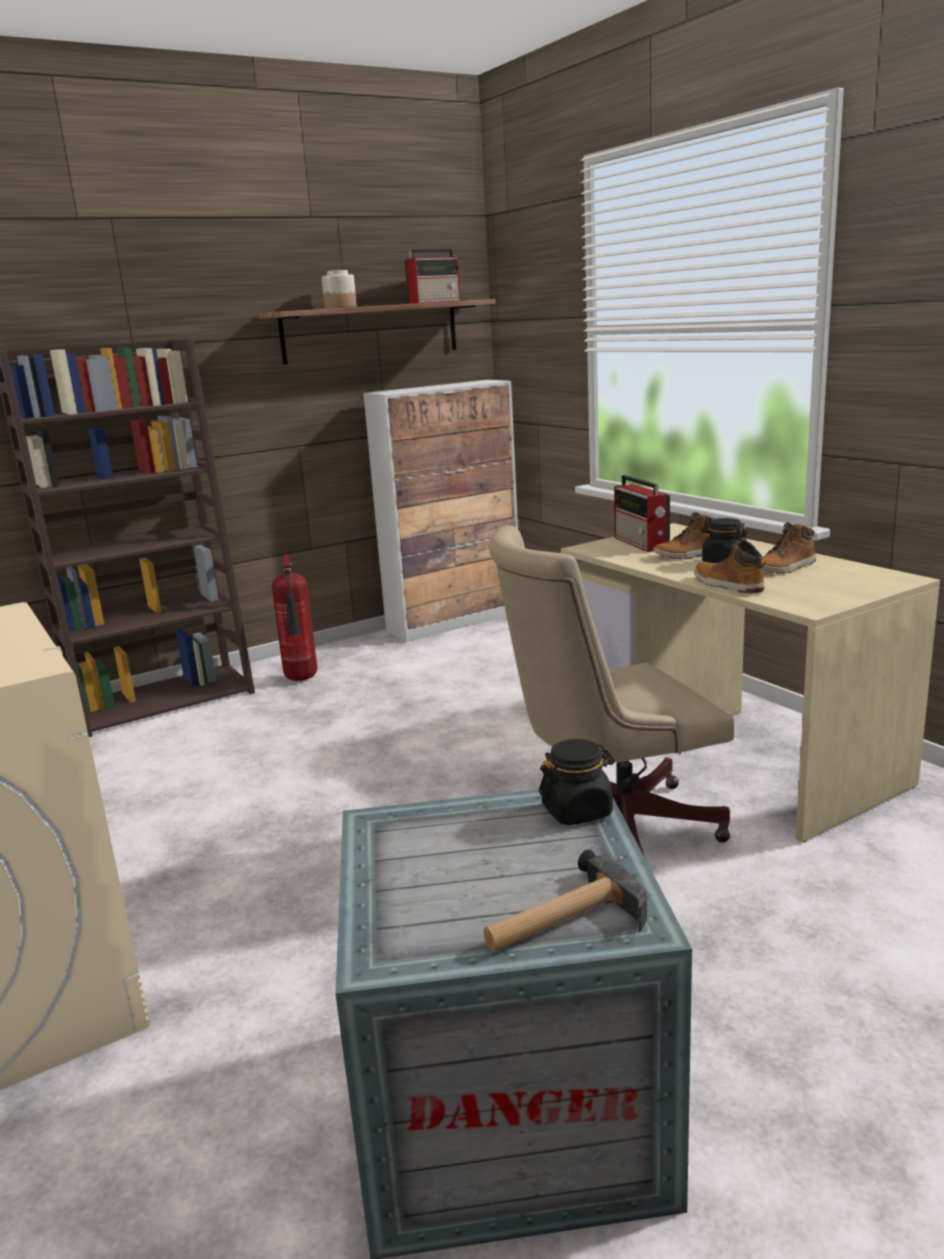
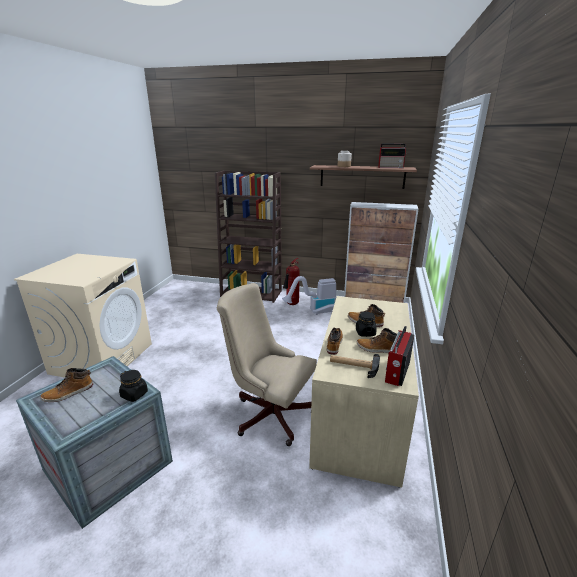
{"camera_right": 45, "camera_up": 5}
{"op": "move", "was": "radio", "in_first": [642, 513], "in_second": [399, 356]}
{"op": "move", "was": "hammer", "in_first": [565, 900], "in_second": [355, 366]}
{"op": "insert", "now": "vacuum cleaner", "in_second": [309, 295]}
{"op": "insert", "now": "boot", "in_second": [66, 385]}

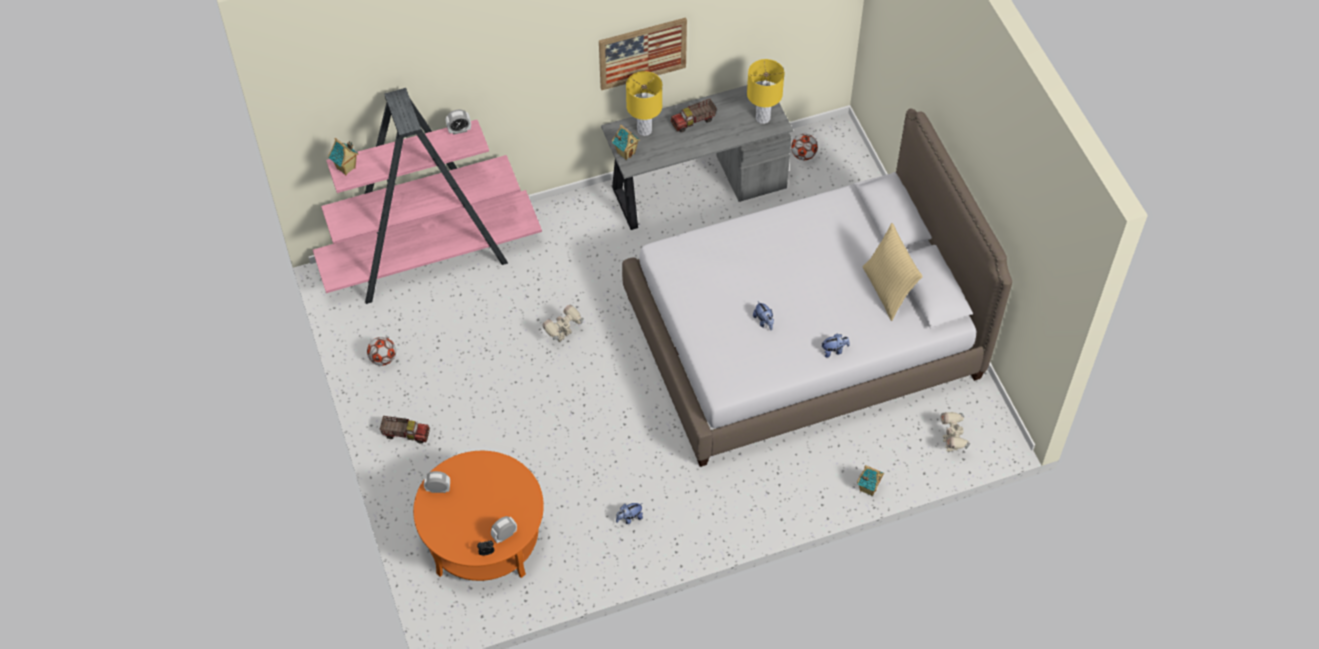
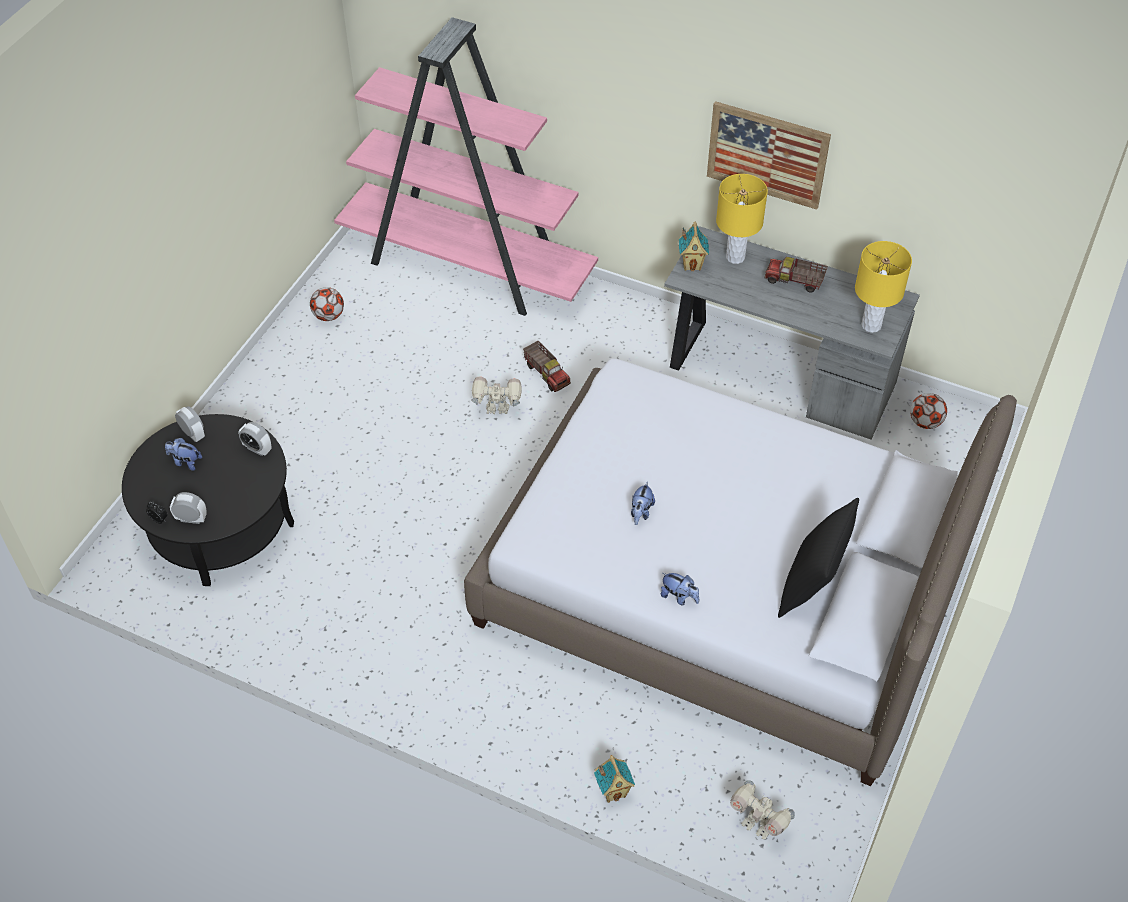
{"camera_right": 45, "camera_up": -5}
{"op": "move", "was": "alarm clock", "in_first": [458, 122], "in_second": [254, 439]}
{"op": "delete", "was": "toy house", "in_first": [343, 157]}
{"op": "recolor", "was": "beige pillow", "now": "black pillow", "in_first": [893, 272], "in_second": [818, 558]}
{"op": "rotate", "was": "toy robot", "in_first": [955, 432], "in_second": [762, 810], "clockwise": -90}
{"op": "move", "was": "toy truck", "in_first": [405, 430], "in_second": [547, 366]}
{"op": "recolor", "was": "orange coffee table", "now": "black coffee table", "in_first": [478, 516], "in_second": [208, 500]}
{"op": "move", "was": "plush toy", "in_first": [629, 513], "in_second": [183, 454]}

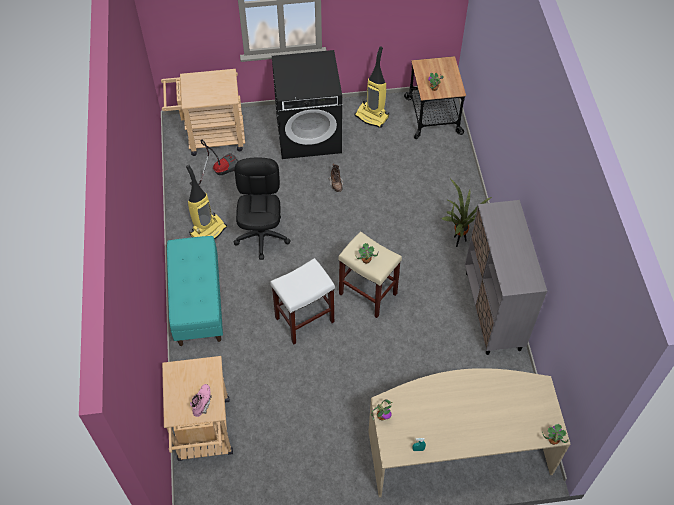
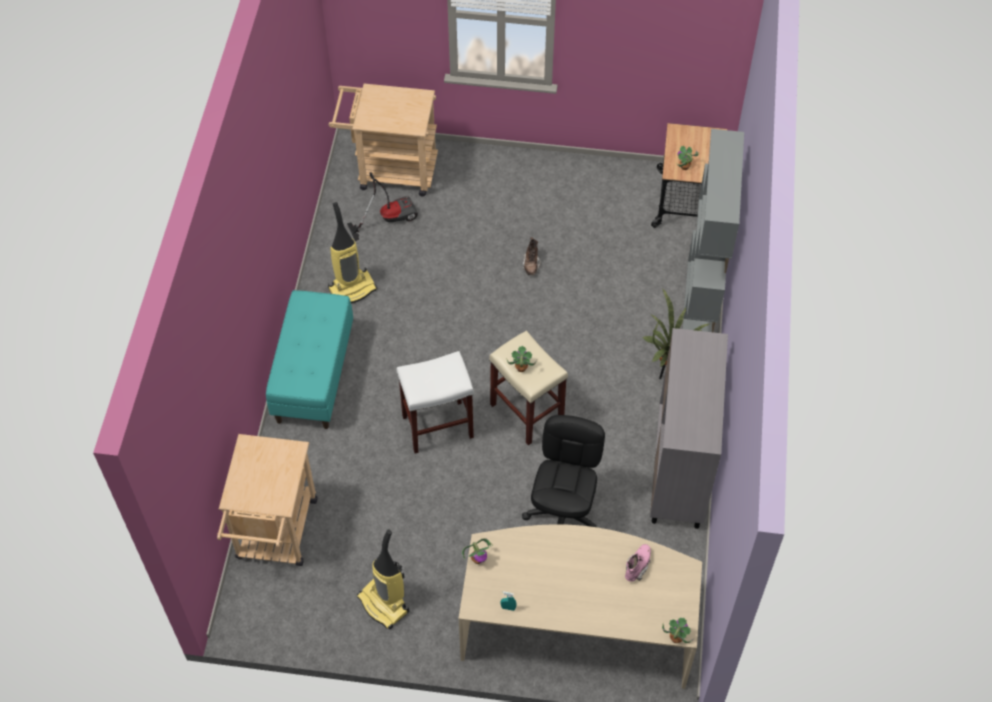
{"camera_right": 15, "camera_up": 0}
{"op": "move", "was": "vacuum cleaner", "in_first": [371, 87], "in_second": [383, 579]}
{"op": "delete", "was": "black washing machine", "in_first": [307, 104]}
{"op": "move", "was": "black office chair", "in_first": [262, 209], "in_second": [563, 471]}
{"op": "move", "was": "pink boot", "in_first": [201, 400], "in_second": [638, 563]}
{"op": "insert", "now": "grey bookcase", "in_second": [713, 230]}

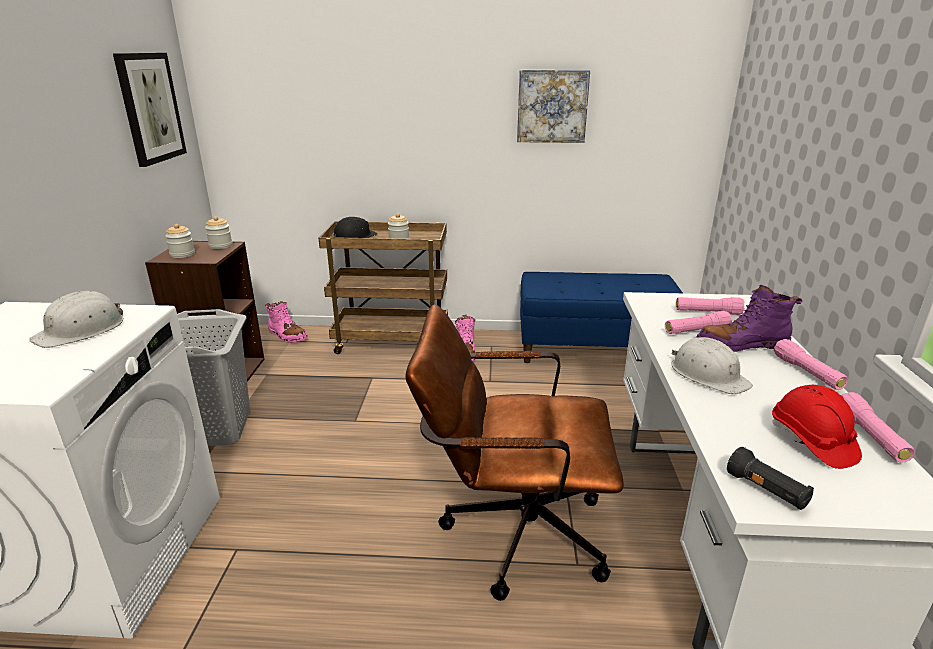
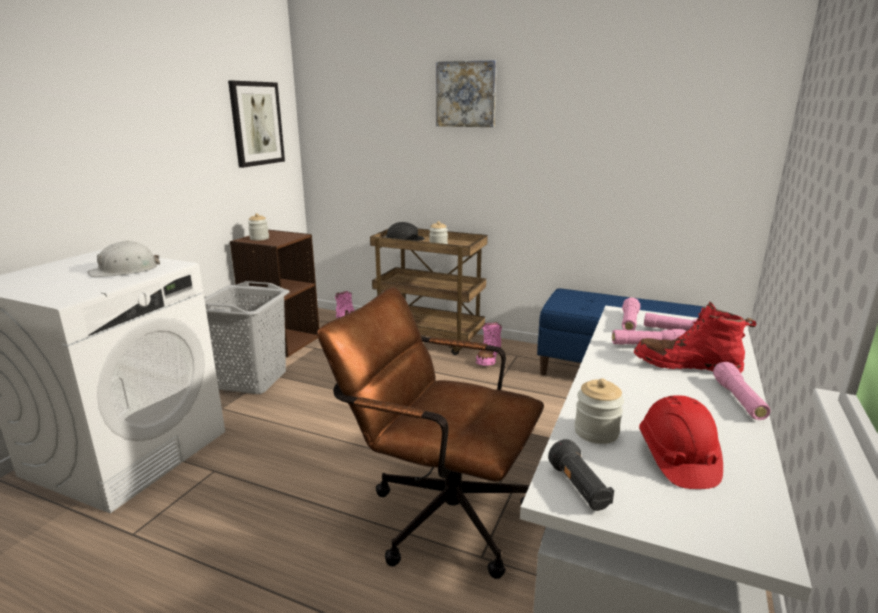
{"camera_right": 20, "camera_up": -5}
{"op": "move", "was": "picture", "in_first": [553, 106], "in_second": [466, 93]}
{"op": "move", "was": "jar", "in_first": [218, 232], "in_second": [599, 411]}
{"op": "recolor", "was": "purple boot", "now": "red boot", "in_first": [749, 318], "in_second": [695, 337]}
{"op": "delete", "was": "white hard hat", "in_first": [712, 365]}
{"op": "move", "was": "pink flashlight", "in_first": [878, 427], "in_second": [631, 314]}

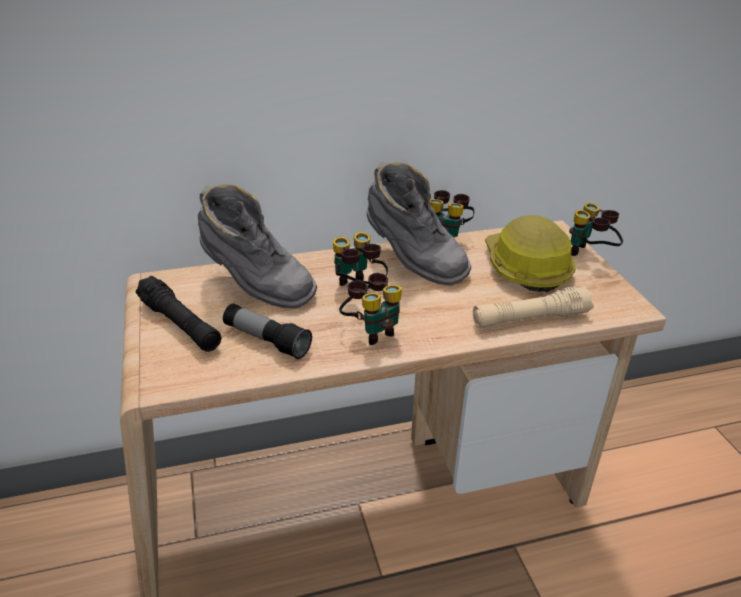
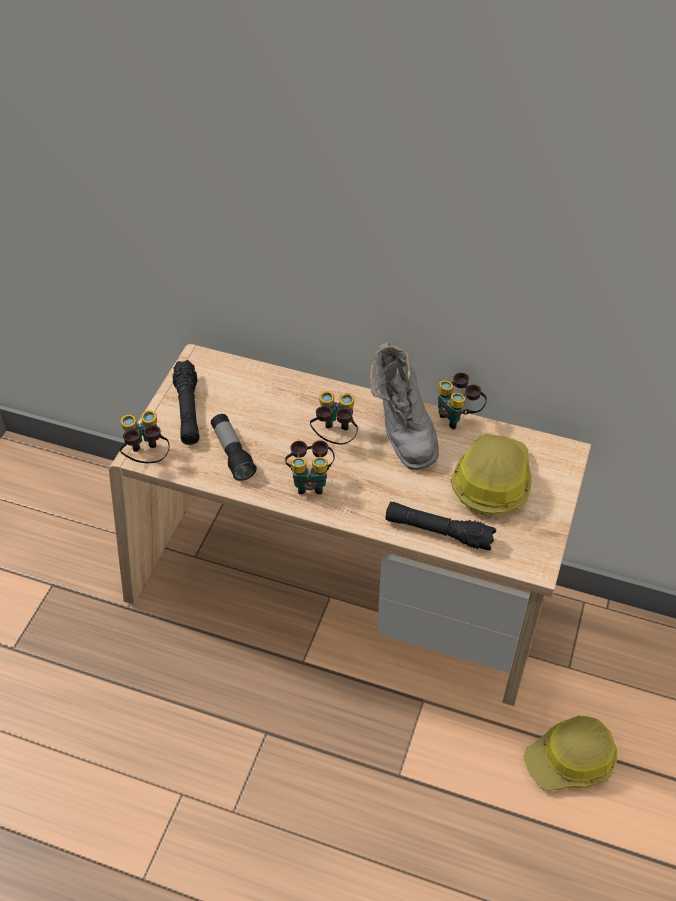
{"camera_right": 35, "camera_up": 15}
{"op": "delete", "was": "grey boot", "in_first": [257, 246]}
{"op": "move", "was": "binoculars", "in_first": [596, 229], "in_second": [144, 436]}
{"op": "recolor", "was": "beige flashlight", "now": "black flashlight", "in_first": [533, 307], "in_second": [440, 526]}
{"op": "insert", "now": "hard hat", "in_second": [570, 753]}

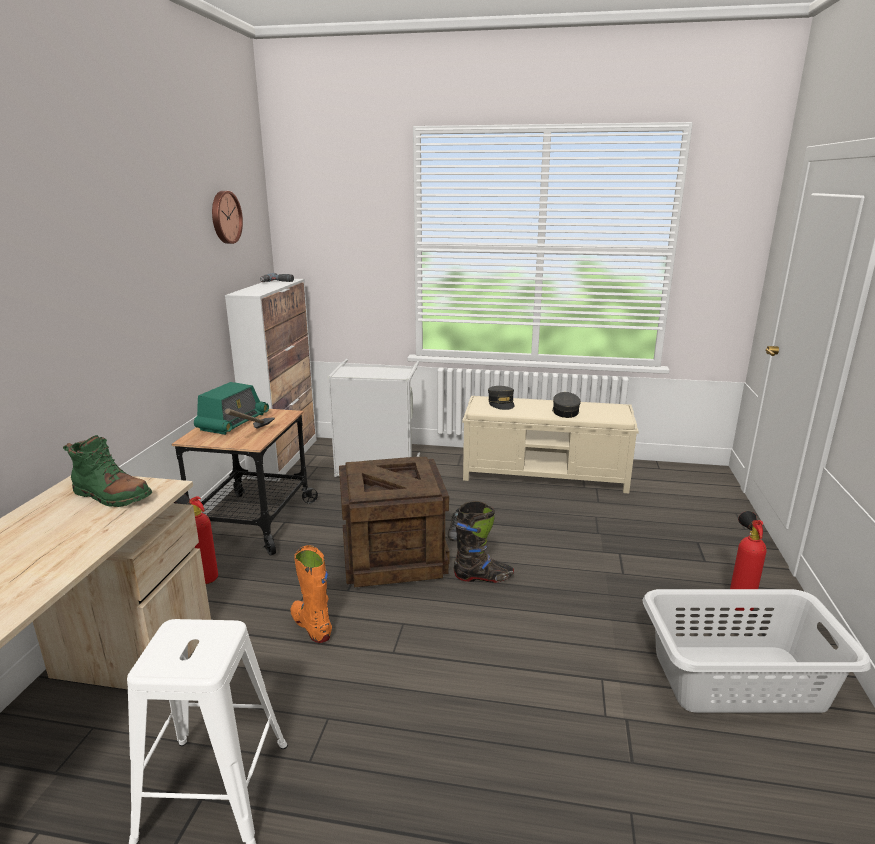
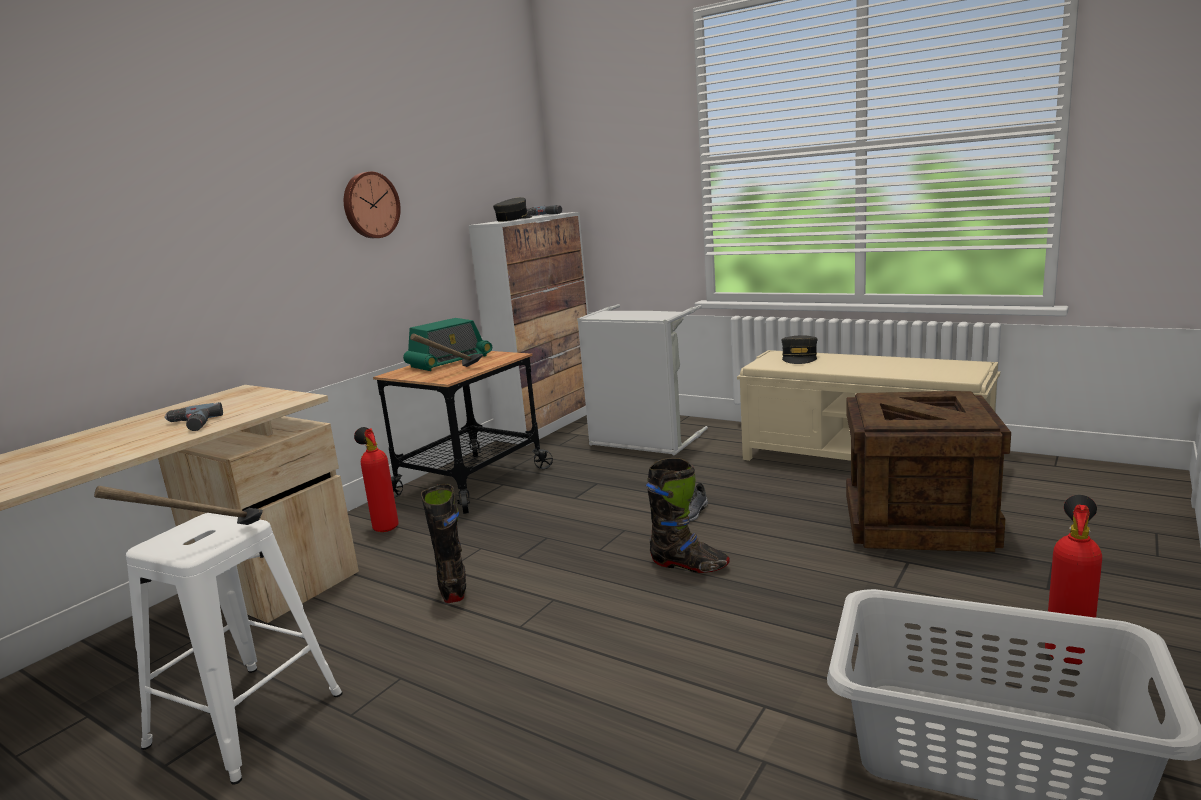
{"camera_right": 25, "camera_up": -5}
{"op": "move", "was": "wall clock", "in_first": [227, 217], "in_second": [372, 204]}
{"op": "move", "was": "grey cap", "in_first": [566, 405], "in_second": [512, 209]}
{"op": "delete", "was": "green boot", "in_first": [107, 471]}
{"op": "move", "was": "crate", "in_first": [394, 522], "in_second": [928, 471]}
{"op": "recolor", "was": "orange boot", "now": "black boot", "in_first": [311, 594], "in_second": [443, 543]}
{"op": "insert", "now": "power drill", "in_second": [193, 416]}
{"op": "insert", "now": "hammer", "in_second": [178, 505]}

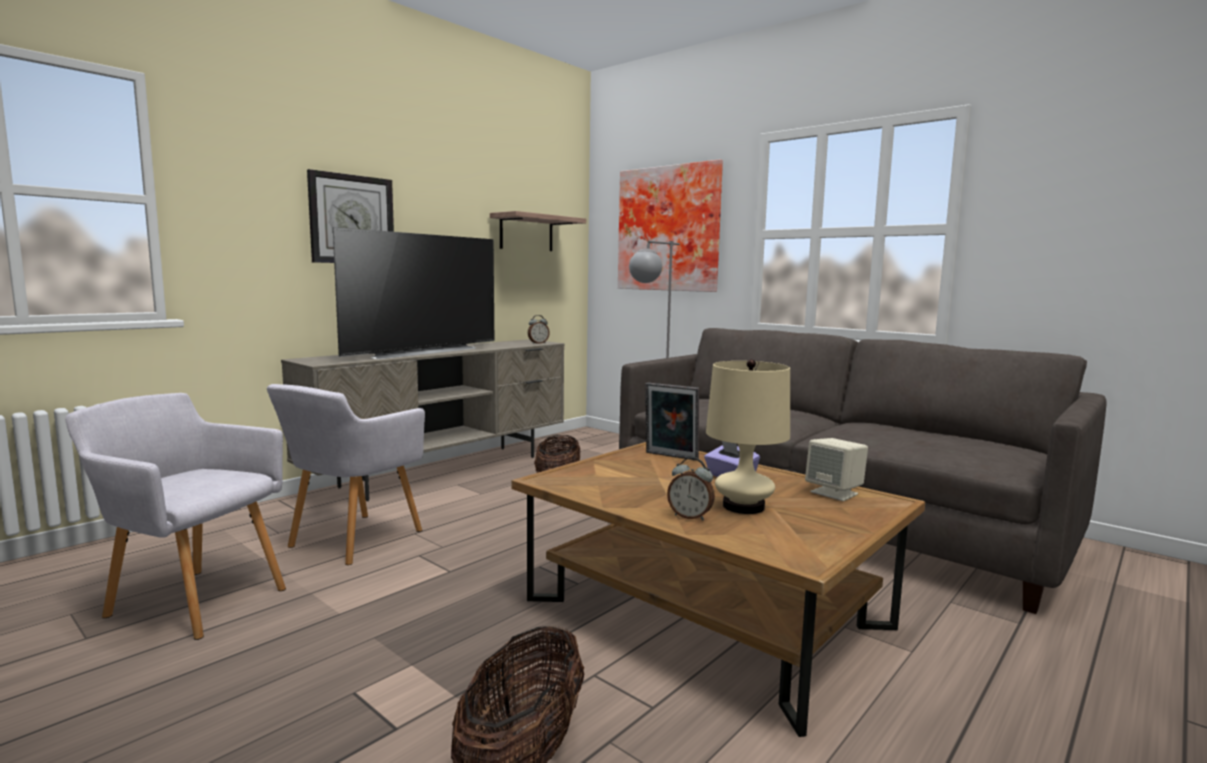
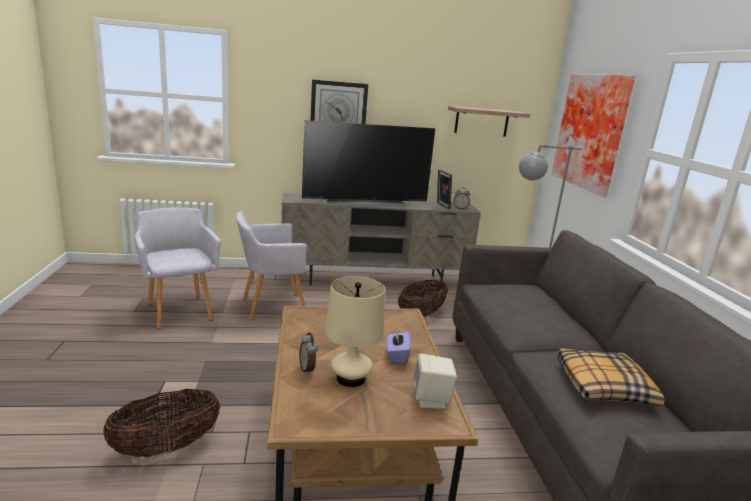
{"camera_right": 40, "camera_up": 10}
{"op": "move", "was": "picture frame", "in_first": [672, 422], "in_second": [444, 189]}
{"op": "insert", "now": "pillow", "in_second": [611, 377]}

